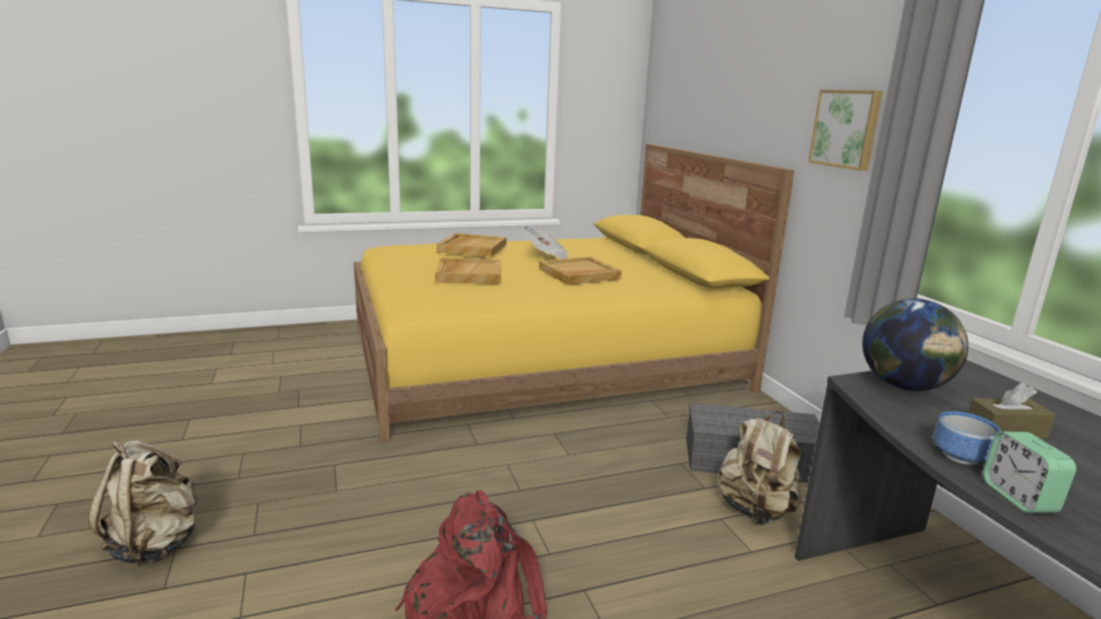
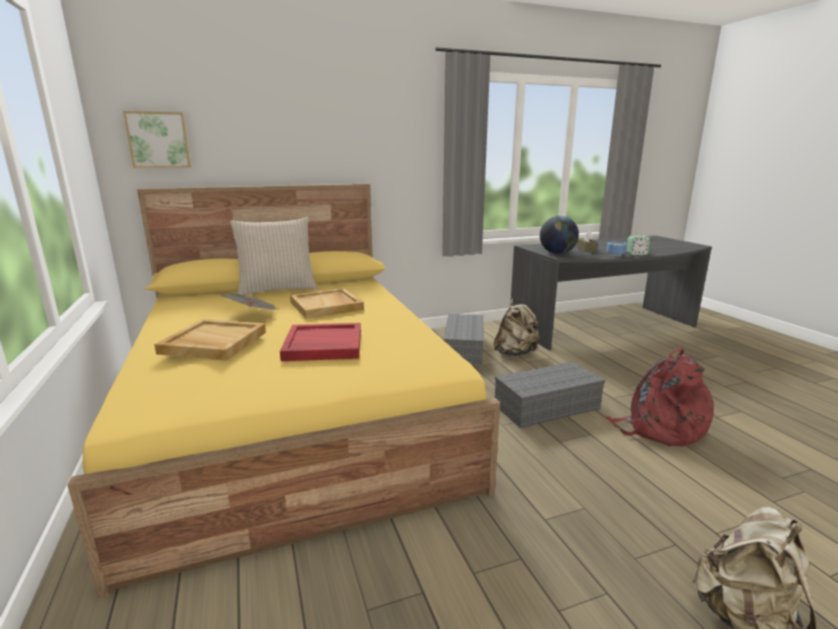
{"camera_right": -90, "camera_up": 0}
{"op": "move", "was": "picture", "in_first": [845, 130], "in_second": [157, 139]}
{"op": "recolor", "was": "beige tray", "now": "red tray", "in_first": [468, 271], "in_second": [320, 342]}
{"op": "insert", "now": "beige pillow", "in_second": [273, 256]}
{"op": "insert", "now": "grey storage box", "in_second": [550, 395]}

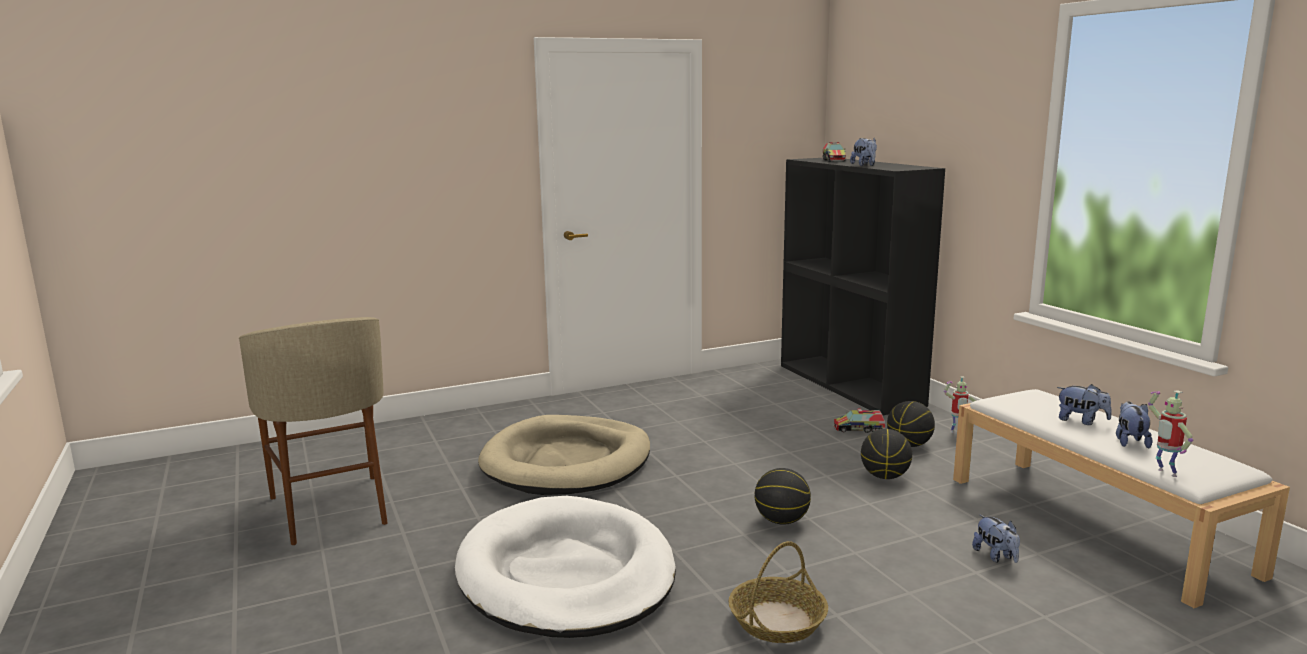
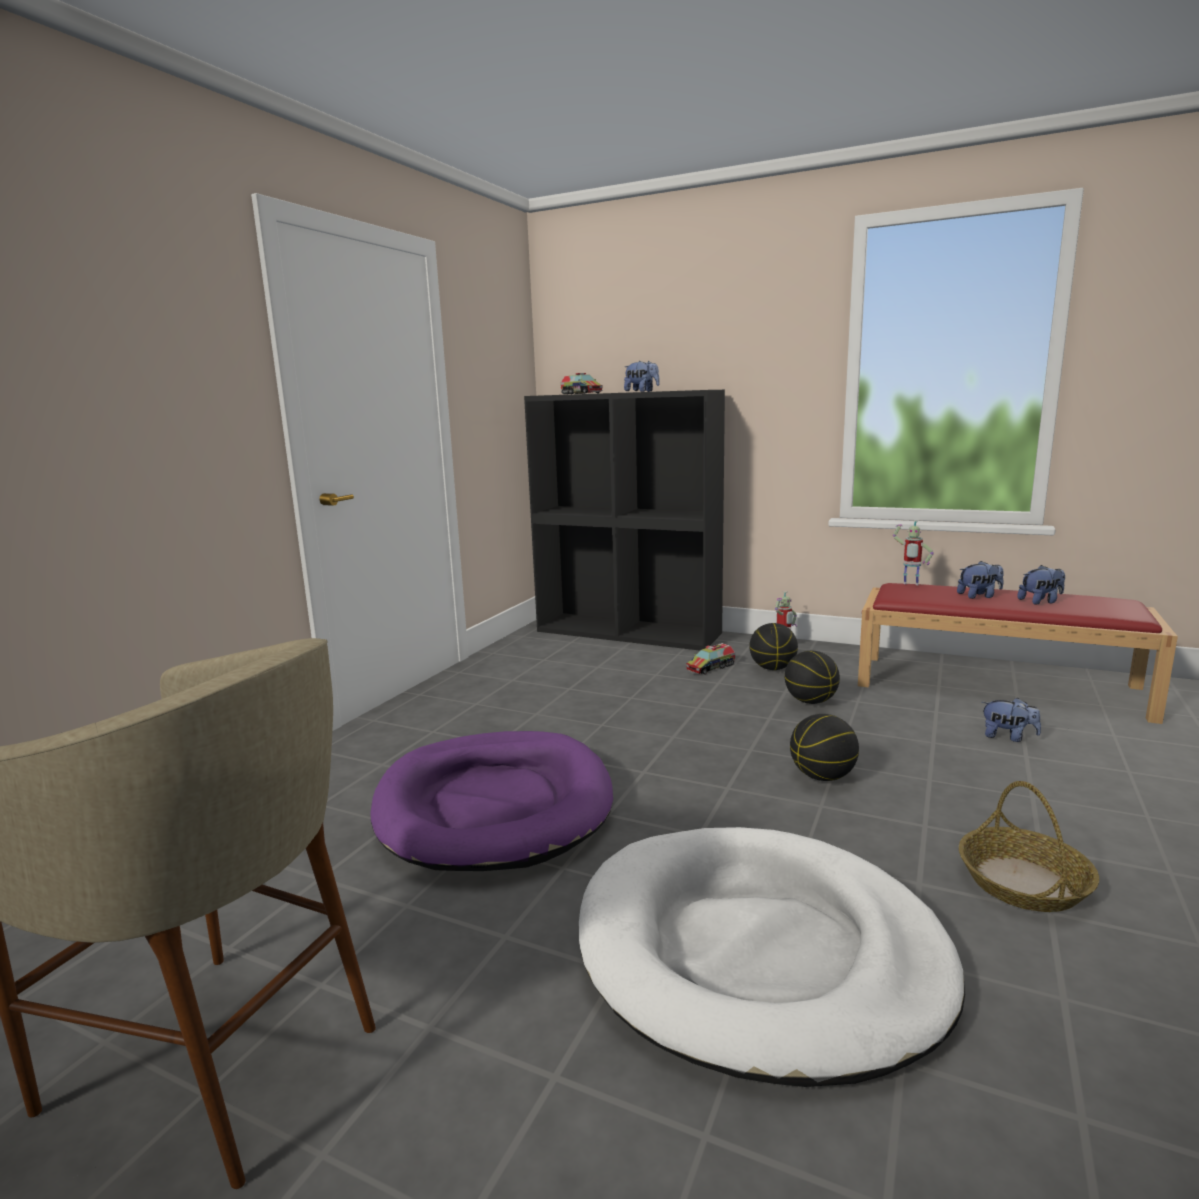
{"camera_right": -40, "camera_up": 0}
{"op": "recolor", "was": "white bench", "now": "red bench", "in_first": [1121, 498], "in_second": [1018, 653]}
{"op": "move", "was": "toy robot", "in_first": [1170, 433], "in_second": [913, 552]}
{"op": "rotate", "was": "plush toy", "in_first": [1134, 424], "in_second": [1041, 585], "clockwise": 105}
{"op": "recolor", "was": "beige dog bed", "now": "purple dog bed", "in_first": [564, 455], "in_second": [491, 801]}

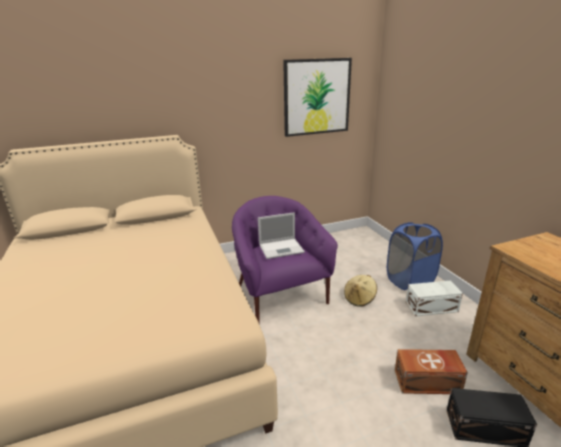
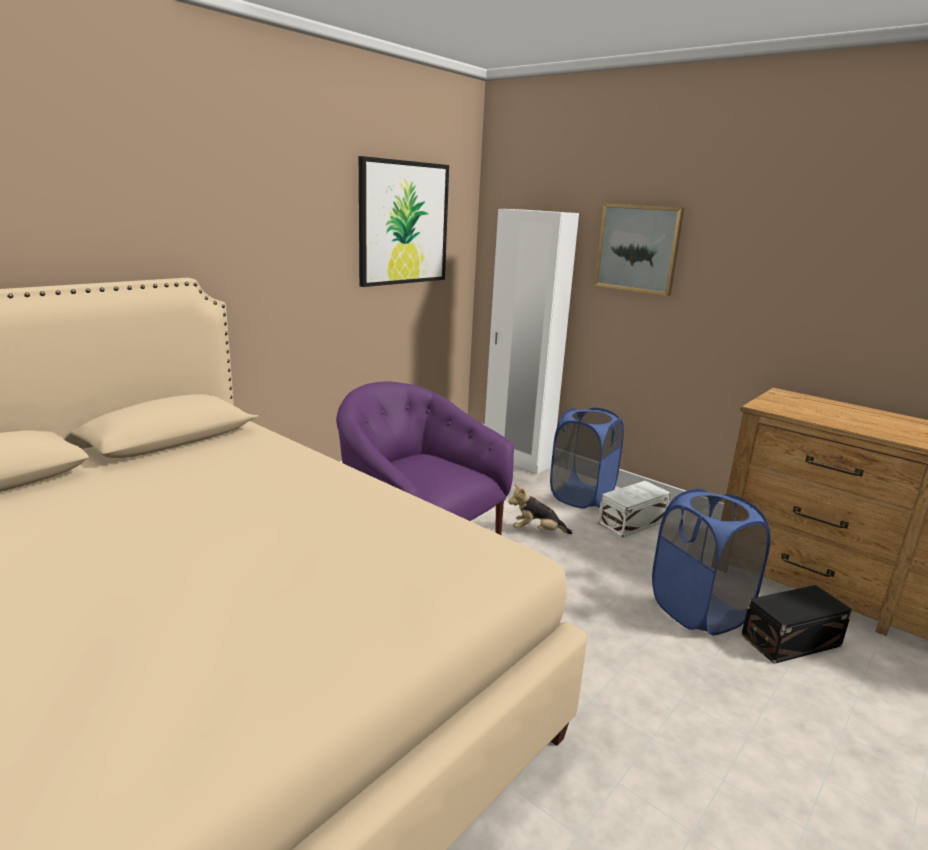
{"camera_right": -30, "camera_up": -5}
{"op": "delete", "was": "laptop", "in_first": [281, 235]}
{"op": "replace", "was": "beige hat", "now": "plush toy", "in_first": [360, 291], "in_second": [540, 509]}
{"op": "replace", "was": "brown storage box", "now": "blue laundry basket", "in_first": [431, 371], "in_second": [711, 562]}
{"op": "insert", "now": "picture", "in_second": [639, 250]}
{"op": "insert", "now": "white wardrobe", "in_second": [532, 341]}

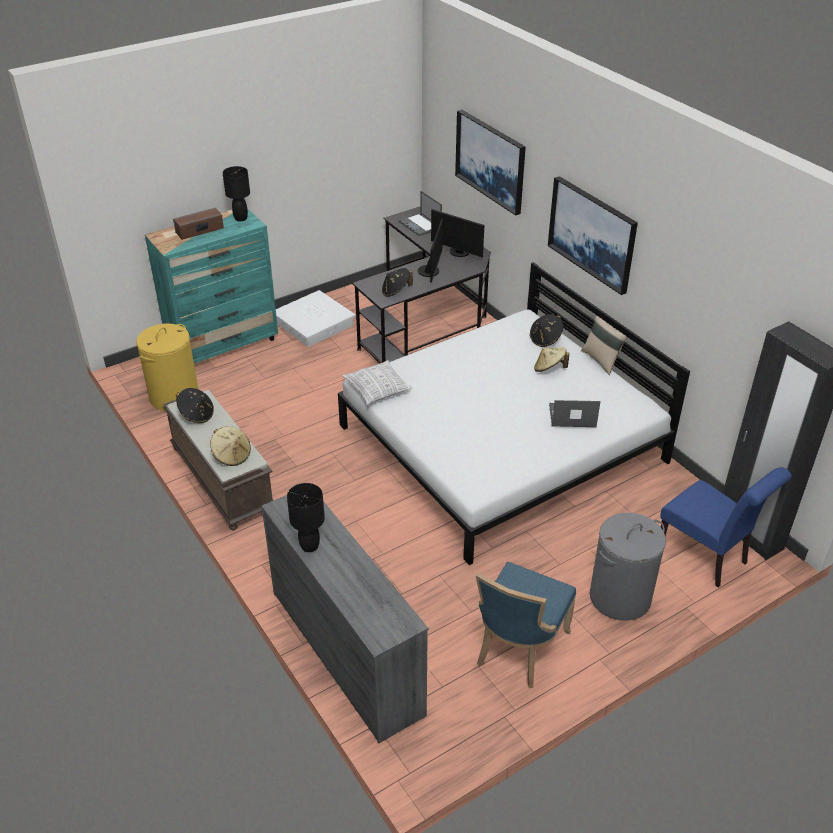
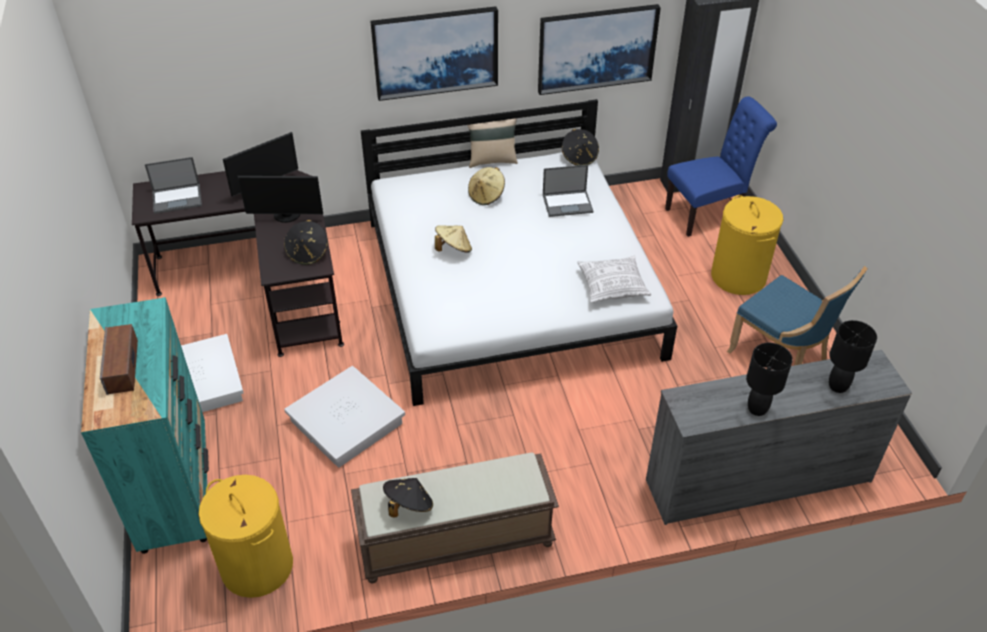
{"camera_right": -70, "camera_up": 5}
{"op": "move", "was": "picture", "in_first": [490, 162], "in_second": [599, 49]}
{"op": "move", "was": "black table lamp", "in_first": [236, 193], "in_second": [853, 356]}
{"op": "rotate", "was": "monitor", "in_first": [430, 251], "in_second": [280, 199], "clockwise": 150}
{"op": "move", "was": "black hat", "in_first": [546, 330], "in_second": [580, 147]}
{"op": "move", "was": "pillow", "in_first": [377, 382], "in_second": [614, 279]}
{"op": "rotate", "was": "laptop", "in_first": [574, 413], "in_second": [568, 191], "clockwise": -120}
{"op": "move", "was": "beige hat", "in_first": [230, 446], "in_second": [453, 239]}
{"op": "recolor", "was": "grey laundry basket", "now": "yellow laundry basket", "in_first": [628, 567], "in_second": [747, 245]}
{"op": "insert", "now": "white storage box", "in_second": [344, 417]}

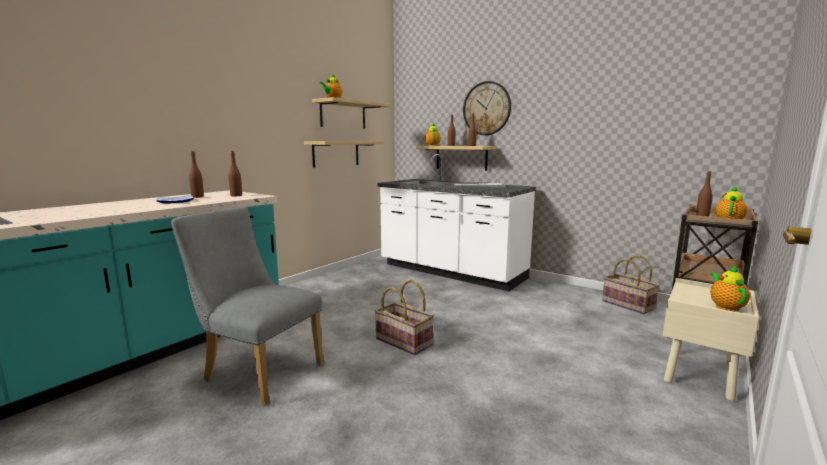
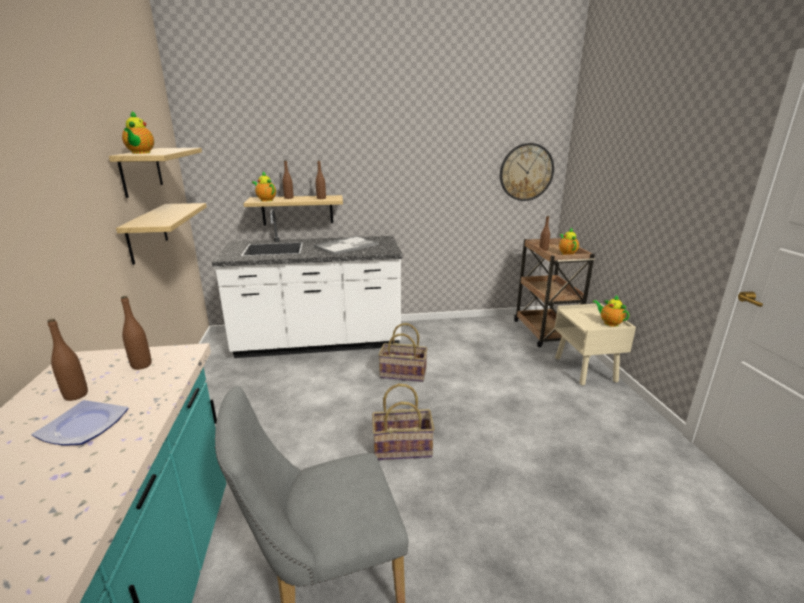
{"camera_right": -45, "camera_up": 10}
{"op": "move", "was": "wall clock", "in_first": [487, 108], "in_second": [527, 172]}
{"op": "move", "was": "basket", "in_first": [631, 284], "in_second": [403, 352]}

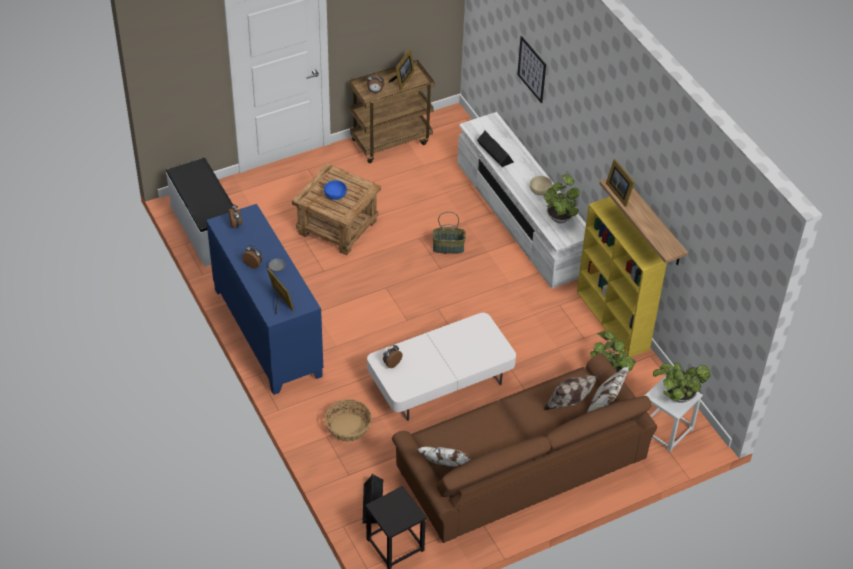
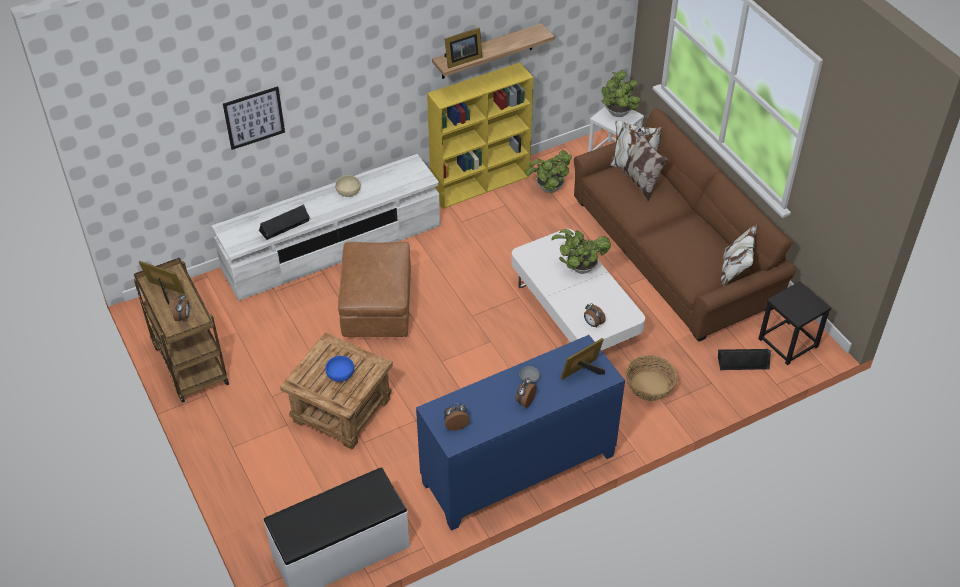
{"camera_right": -90, "camera_up": 0}
{"op": "move", "was": "potted plant", "in_first": [561, 198], "in_second": [581, 251]}
{"op": "replace", "was": "basket", "now": "brown ottoman", "in_first": [449, 233], "in_second": [374, 289]}

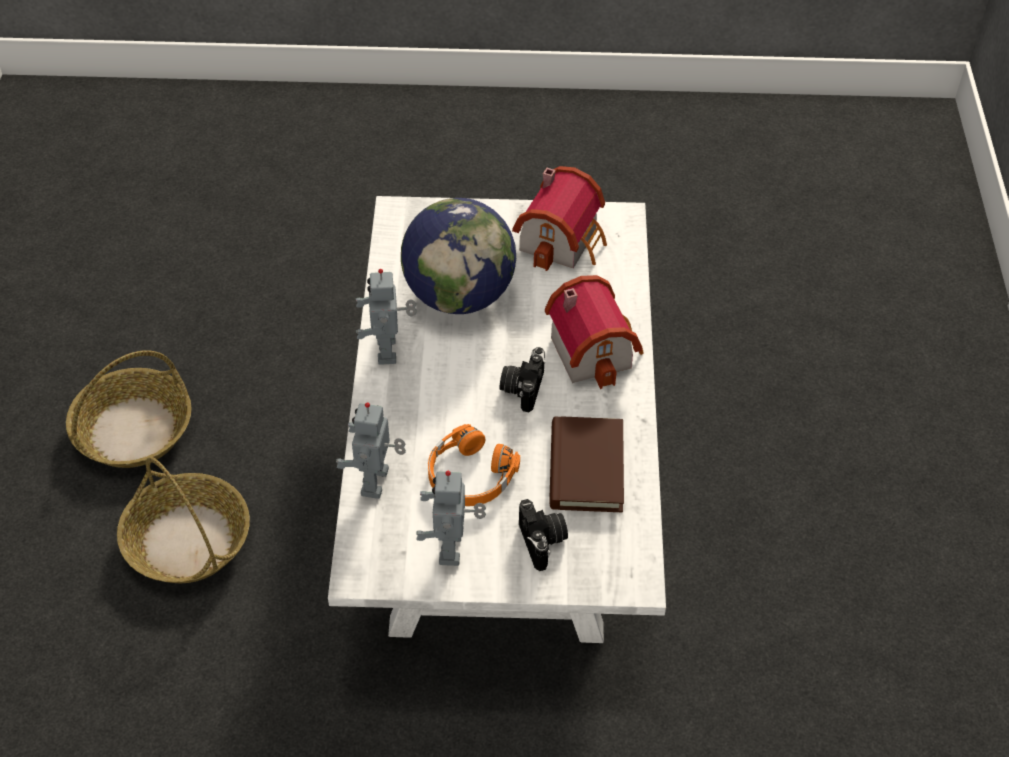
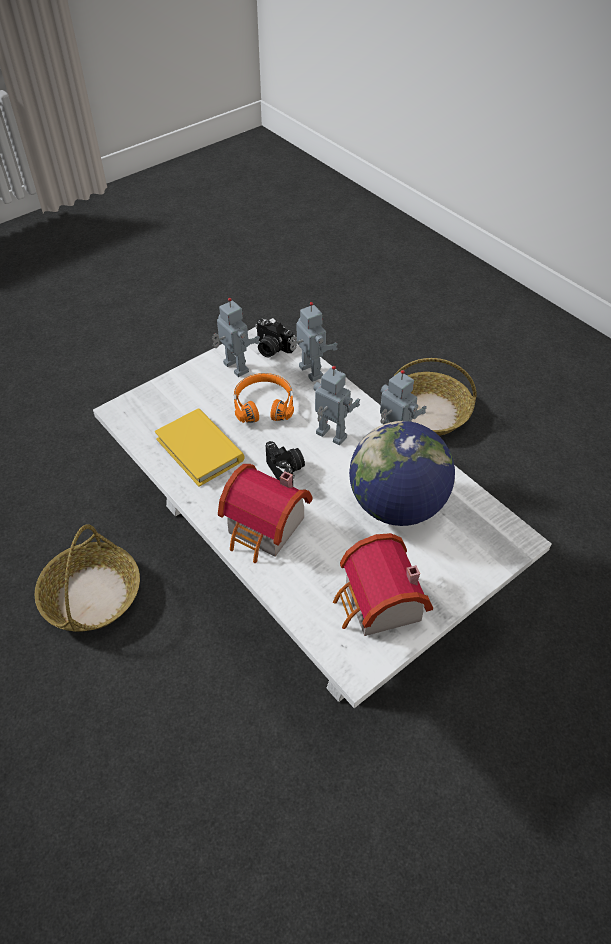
{"camera_right": 140, "camera_up": 0}
{"op": "move", "was": "basket", "in_first": [129, 409], "in_second": [87, 578]}
{"op": "recolor", "was": "brown book", "now": "yellow book", "in_first": [586, 464], "in_second": [199, 447]}
{"op": "move", "was": "photo camera", "in_first": [543, 535], "in_second": [274, 337]}
{"op": "insert", "now": "toy robot", "in_second": [336, 405]}

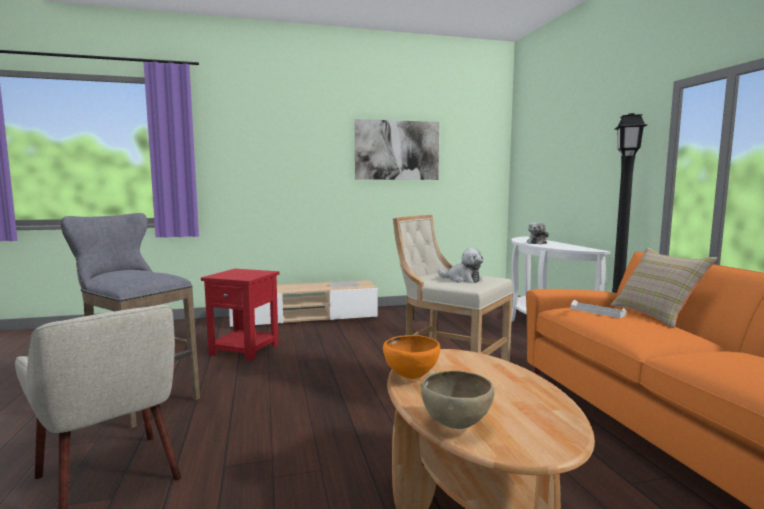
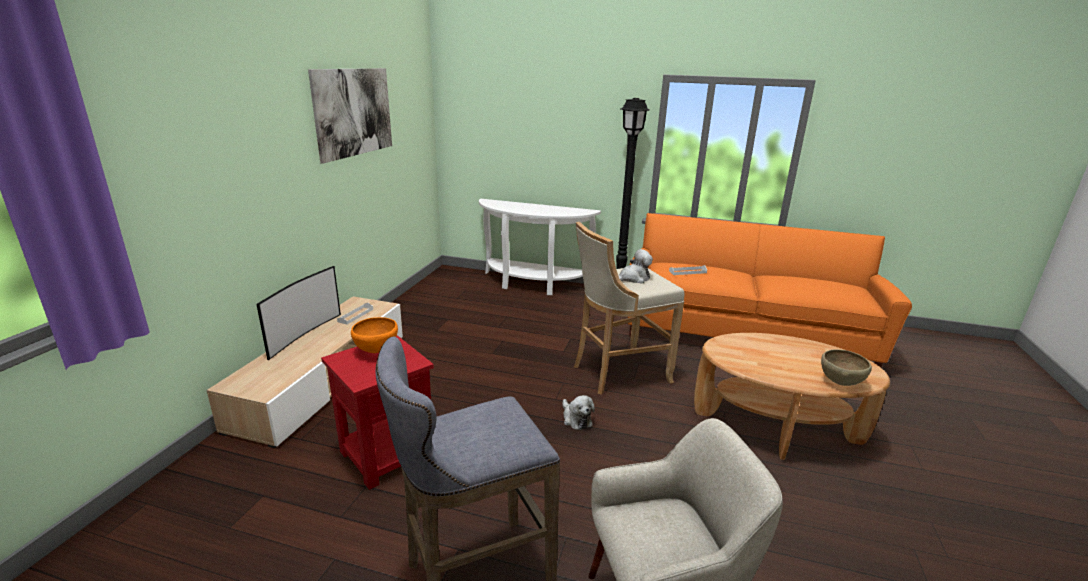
{"camera_right": -60, "camera_up": 15}
{"op": "move", "was": "plush toy", "in_first": [537, 233], "in_second": [579, 412]}
{"op": "delete", "was": "beige pillow", "in_first": [663, 287]}
{"op": "move", "was": "orange bowl", "in_first": [411, 357], "in_second": [374, 335]}
{"op": "insert", "now": "television", "in_second": [298, 313]}

